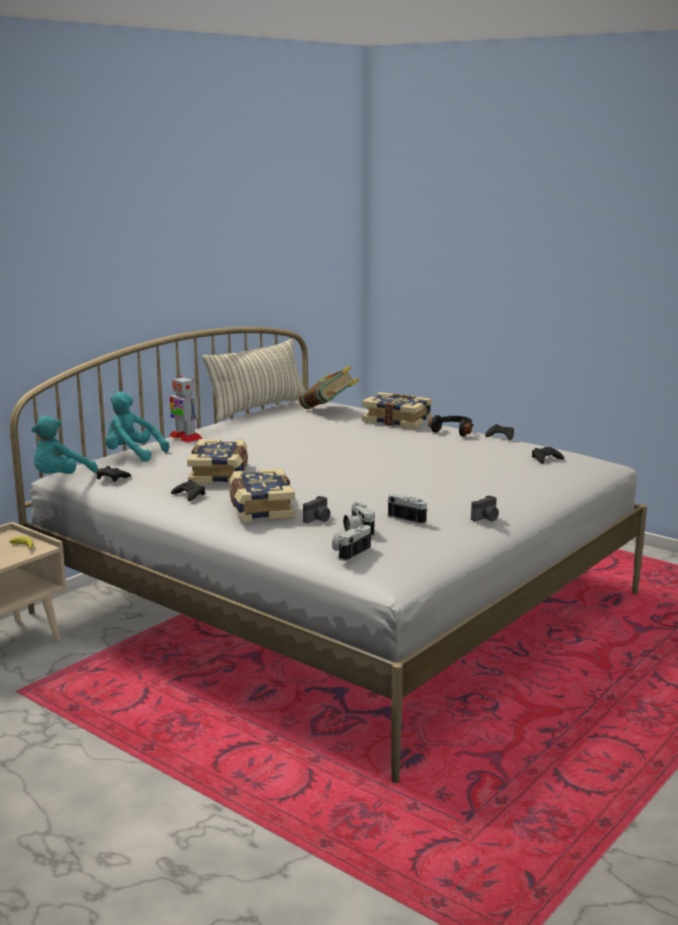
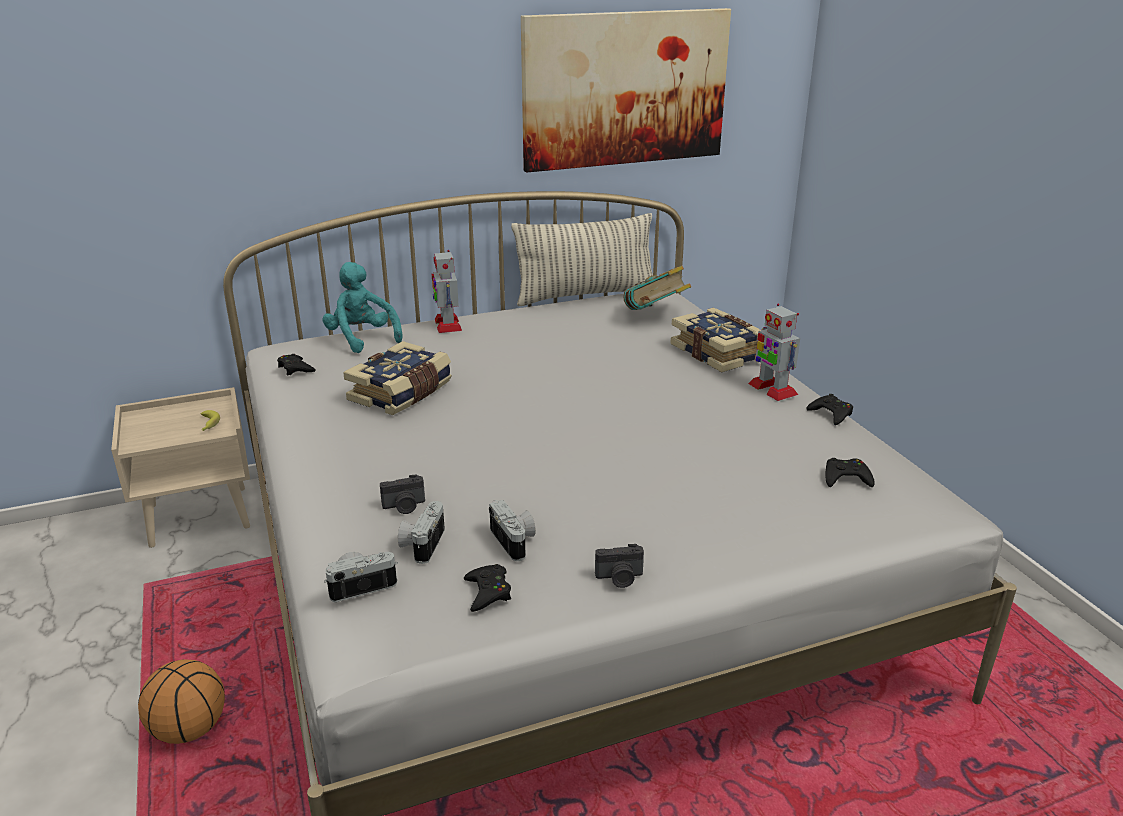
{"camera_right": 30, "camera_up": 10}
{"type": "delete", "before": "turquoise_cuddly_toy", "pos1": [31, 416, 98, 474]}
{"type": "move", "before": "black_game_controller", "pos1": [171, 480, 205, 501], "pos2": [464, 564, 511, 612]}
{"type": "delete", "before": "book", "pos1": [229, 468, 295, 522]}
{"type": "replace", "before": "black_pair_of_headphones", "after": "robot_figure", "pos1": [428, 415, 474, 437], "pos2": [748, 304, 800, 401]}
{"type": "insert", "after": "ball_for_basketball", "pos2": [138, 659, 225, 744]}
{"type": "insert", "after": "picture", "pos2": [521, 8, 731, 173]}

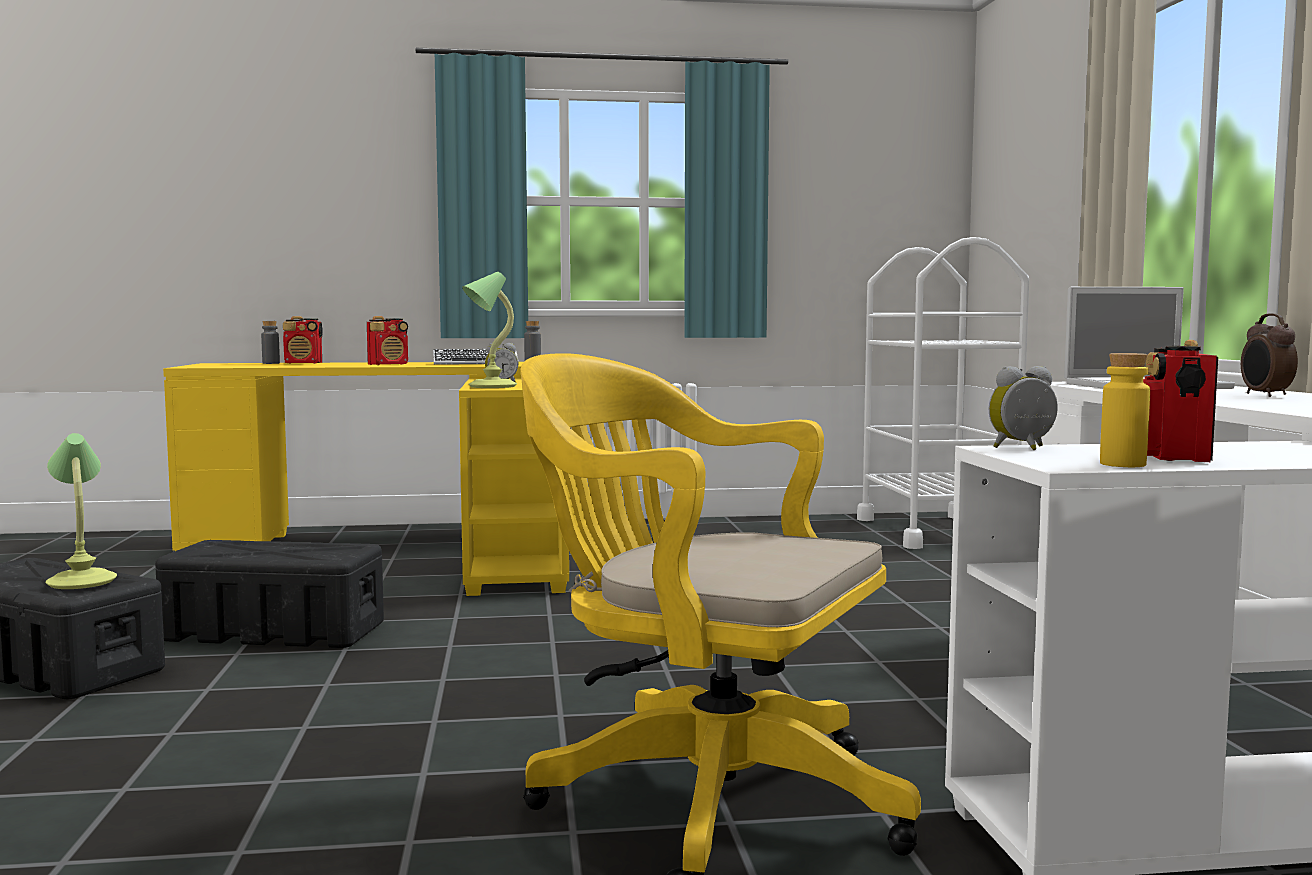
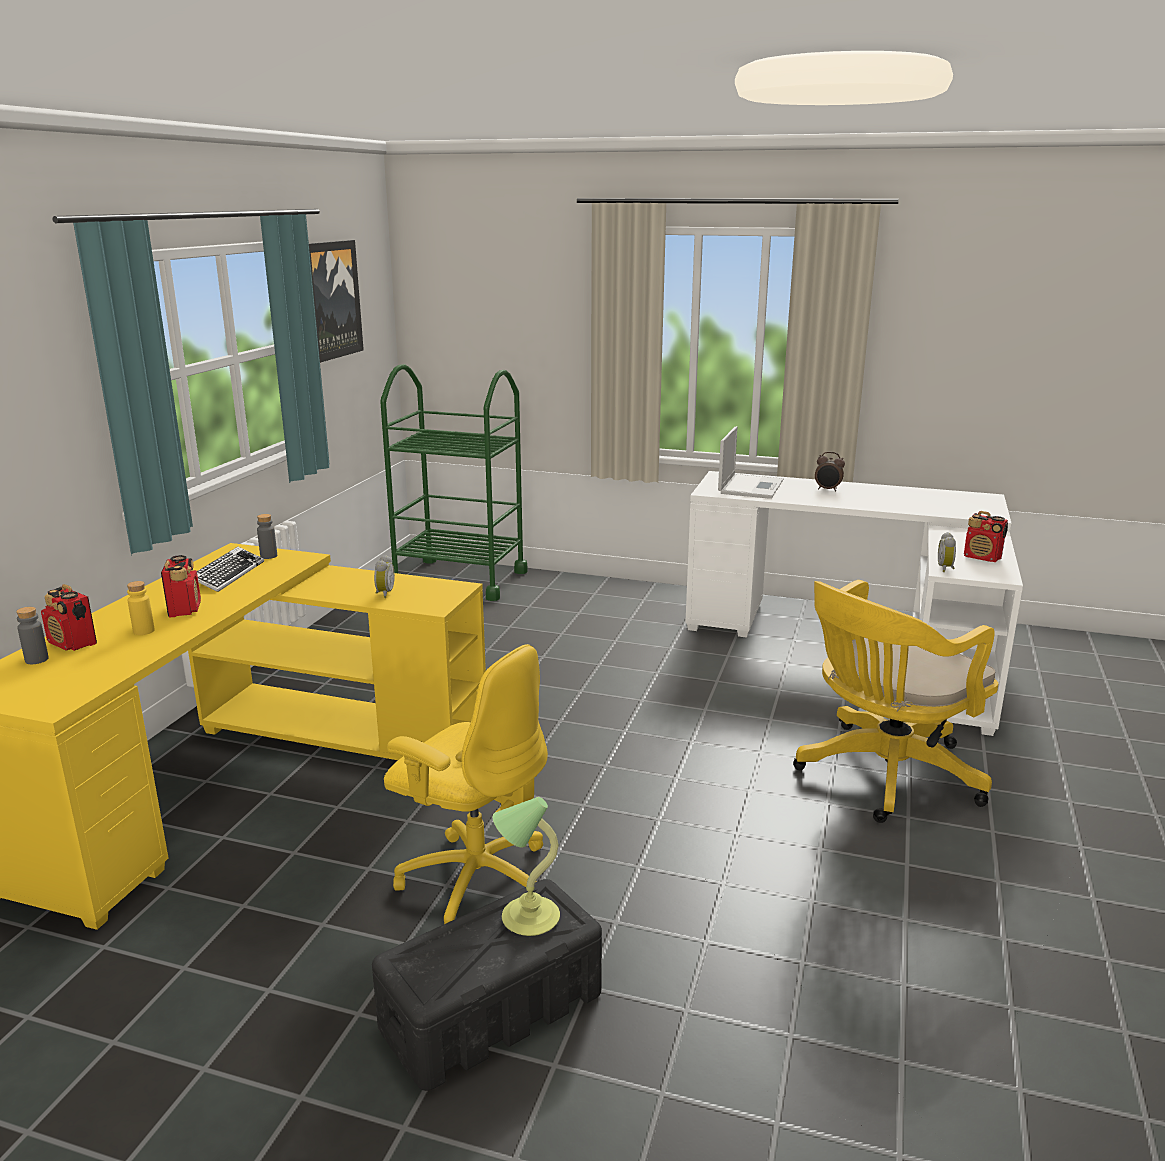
{"camera_right": -65, "camera_up": 15}
{"type": "replace", "before": "black_storage_container", "after": "yellowish_office_chair", "pos1": [155, 540, 384, 648], "pos2": [384, 644, 548, 924]}
{"type": "rotate", "before": "radio_set", "pos1": [283, 316, 323, 364], "pos2": [41, 584, 97, 651], "turn": 105}
{"type": "delete", "before": "lamp_for_a_table", "pos1": [462, 272, 517, 388]}
{"type": "recolor", "before": "whitish_trolley", "after": "green-coloured_trolley", "pos1": [857, 237, 1029, 549], "pos2": [380, 364, 527, 601]}
{"type": "move", "before": "yellowish_bottle", "pos1": [1100, 353, 1150, 467], "pos2": [127, 581, 155, 635]}
{"type": "insert", "after": "picture", "pos2": [309, 240, 364, 363]}

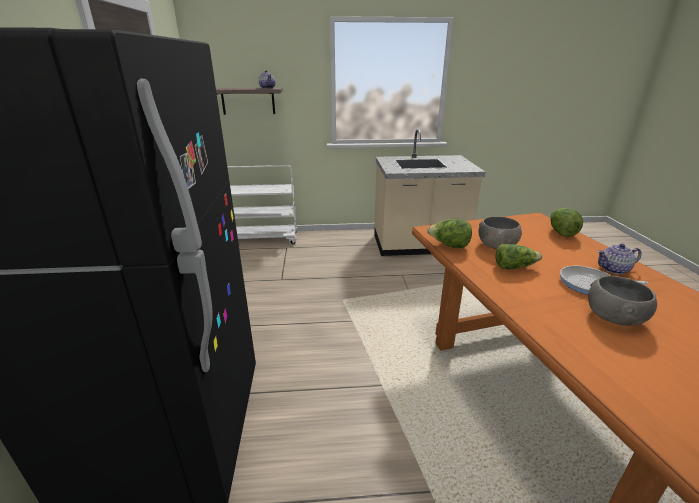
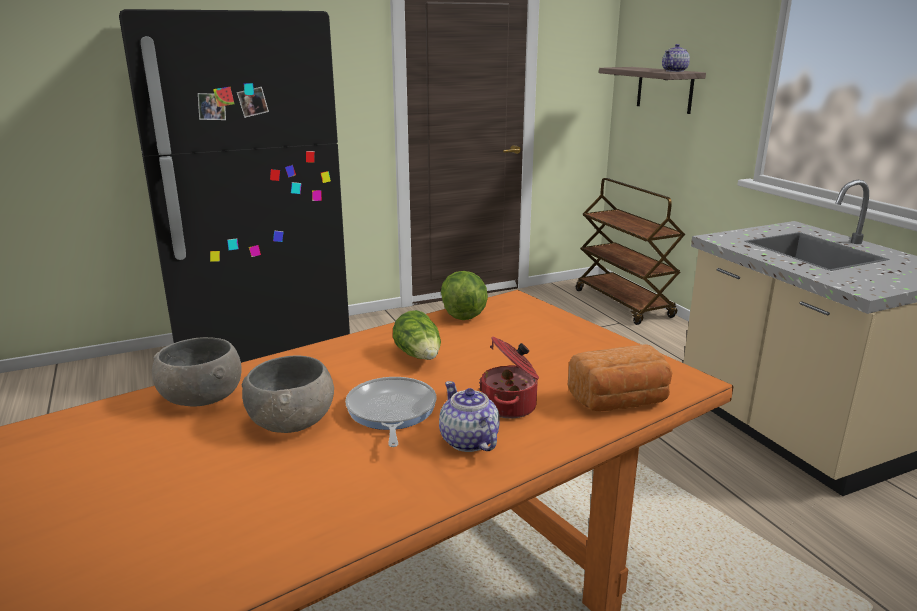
{"camera_right": 70, "camera_up": -5}
{"type": "recolor", "before": "whitish_trolley", "after": "brown_trolley", "pos1": [227, 165, 297, 244], "pos2": [576, 178, 685, 325]}
{"type": "move", "before": "greyish_deep_dish", "pos1": [478, 217, 522, 249], "pos2": [152, 337, 242, 406]}
{"type": "replace", "before": "lettuce_head", "after": "bread", "pos1": [550, 208, 583, 237], "pos2": [568, 344, 672, 411]}
{"type": "insert", "after": "saucepot", "pos2": [479, 337, 539, 419]}

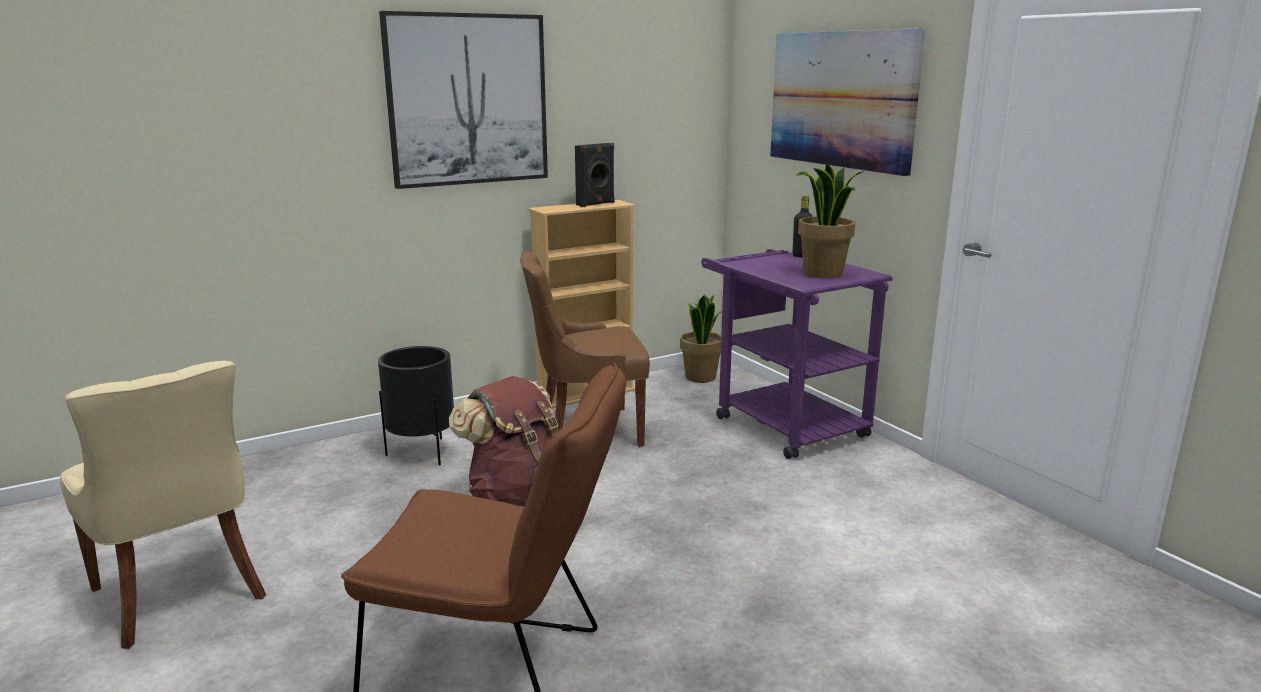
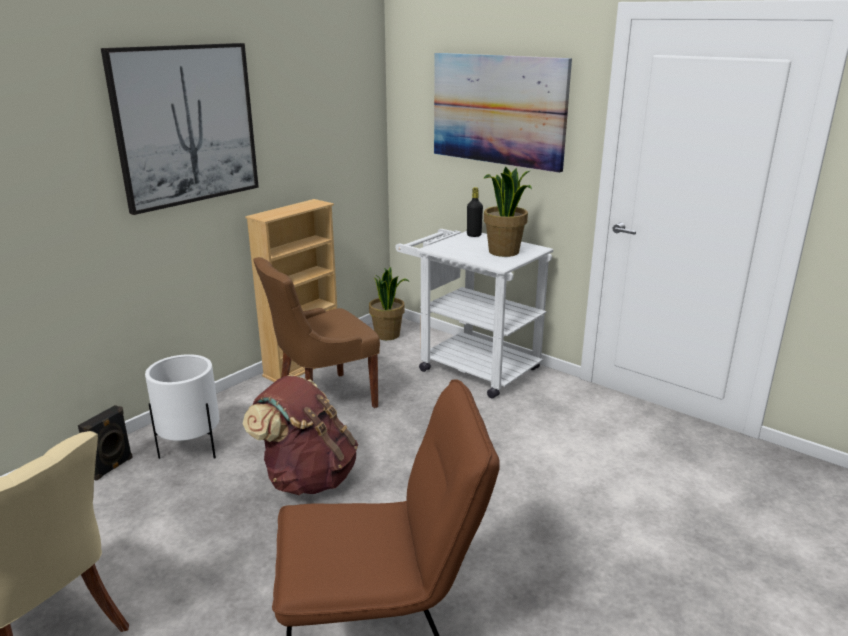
{"camera_right": -20, "camera_up": 5}
{"type": "recolor", "before": "black_flower_pot", "after": "whitish_flower_pot", "pos1": [378, 346, 454, 466], "pos2": [145, 354, 219, 459]}
{"type": "move", "before": "black_speaker", "pos1": [575, 143, 615, 207], "pos2": [78, 405, 133, 481]}
{"type": "recolor", "before": "purple_trolley", "after": "whitish_trolley", "pos1": [701, 249, 893, 459], "pos2": [395, 229, 553, 398]}

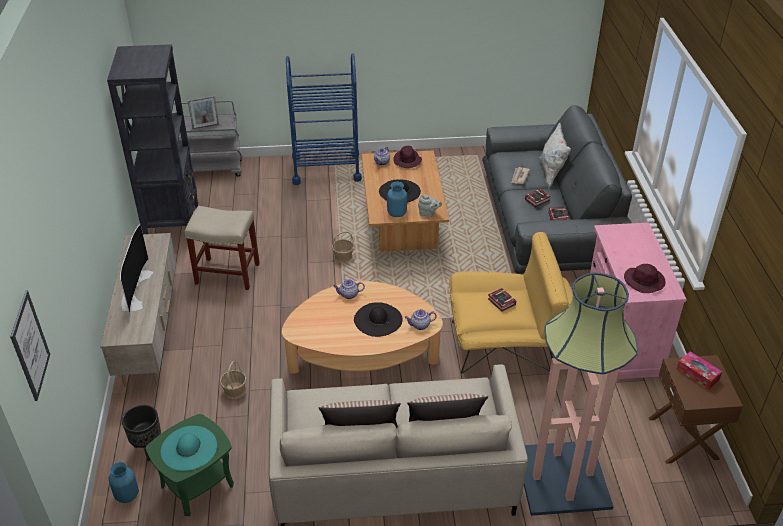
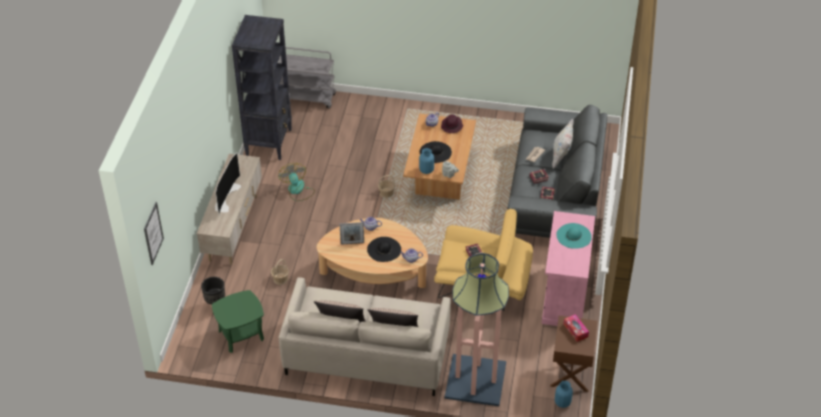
{"camera_right": 15, "camera_up": 5}
{"type": "move", "before": "blue_flower_vase", "pos1": [109, 462, 139, 503], "pos2": [555, 381, 573, 408]}
{"type": "move", "before": "turquoise_hat", "pos1": [160, 426, 217, 471], "pos2": [556, 223, 592, 249]}
{"type": "replace", "before": "beige-coloured_sitting_stool", "after": "fan", "pos1": [185, 206, 260, 290], "pos2": [278, 163, 315, 201]}
{"type": "move", "before": "photo_frame", "pos1": [188, 95, 219, 129], "pos2": [340, 222, 364, 245]}
{"type": "delete", "before": "blue_trolley", "pos1": [286, 53, 362, 185]}
{"type": "delete", "before": "purple_hat", "pos1": [624, 264, 666, 293]}

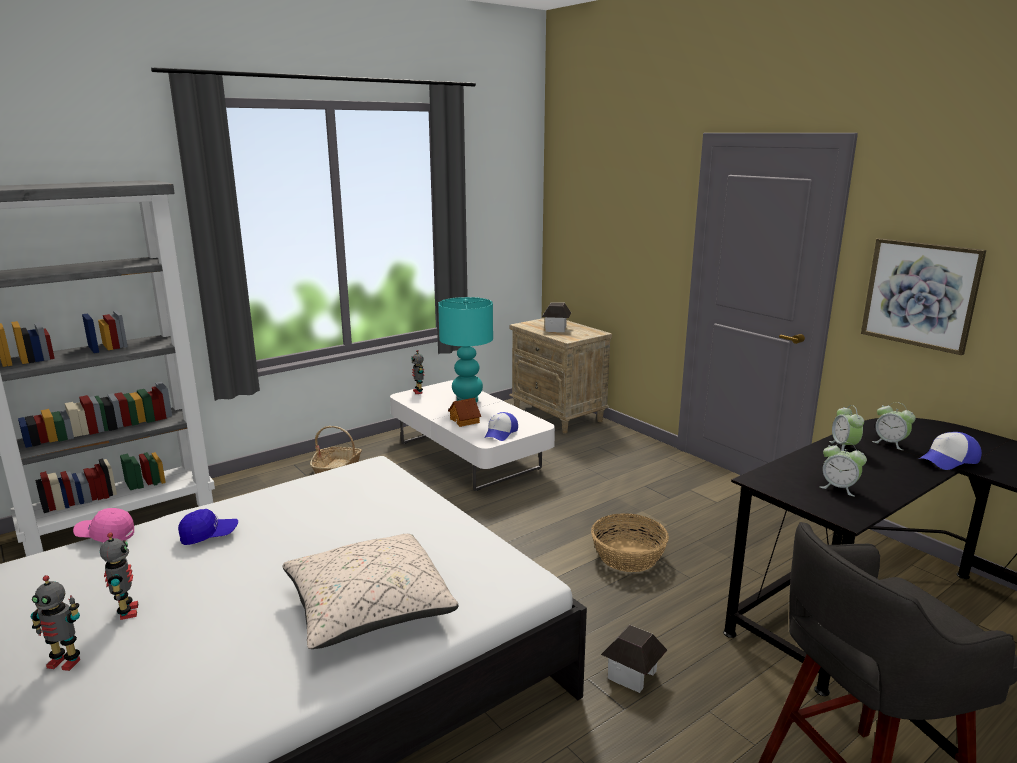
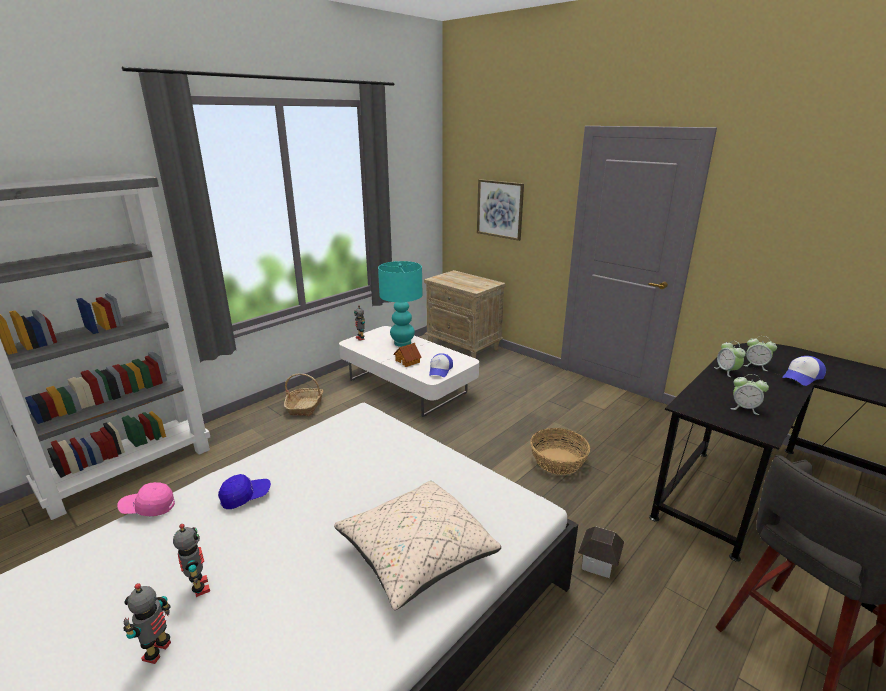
{"camera_right": -10, "camera_up": 5}
{"type": "rotate", "before": "robot_figure", "pos1": [31, 575, 80, 671], "pos2": [123, 583, 171, 664], "turn": 105}
{"type": "delete", "before": "toy_house", "pos1": [542, 302, 571, 332]}
{"type": "move", "before": "picture", "pos1": [861, 238, 986, 355], "pos2": [477, 179, 524, 241]}

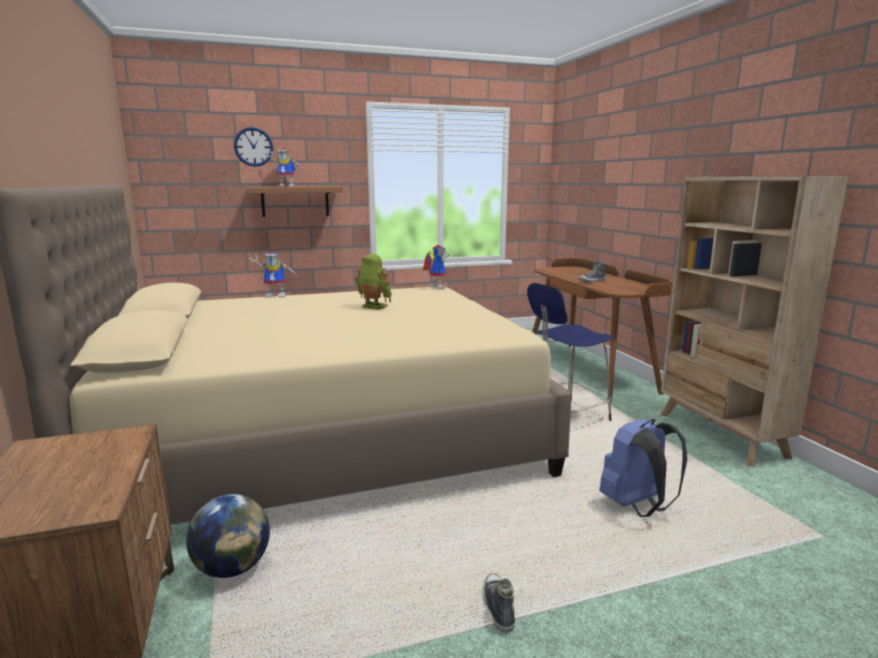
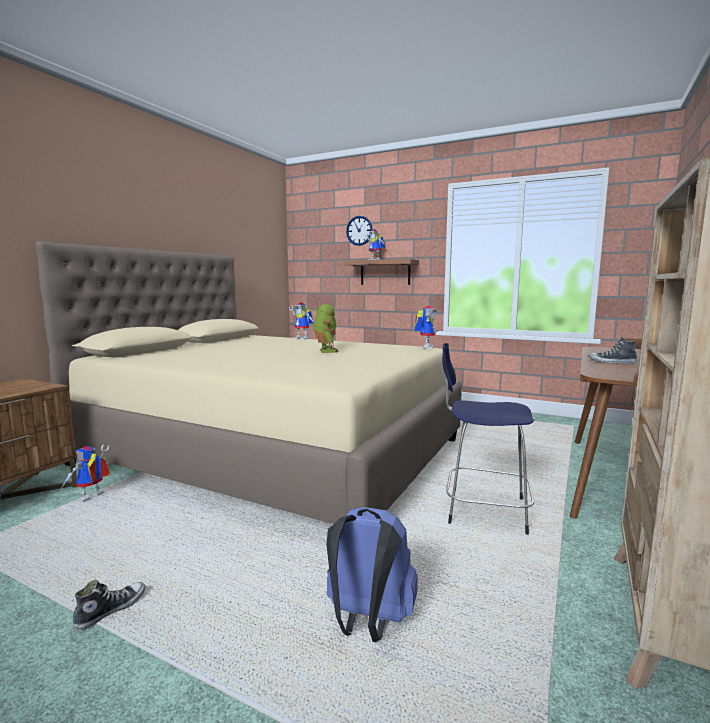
{"camera_right": 45, "camera_up": -5}
{"type": "replace", "before": "globe", "after": "robot_figure", "pos1": [186, 494, 270, 578], "pos2": [61, 445, 110, 502]}

